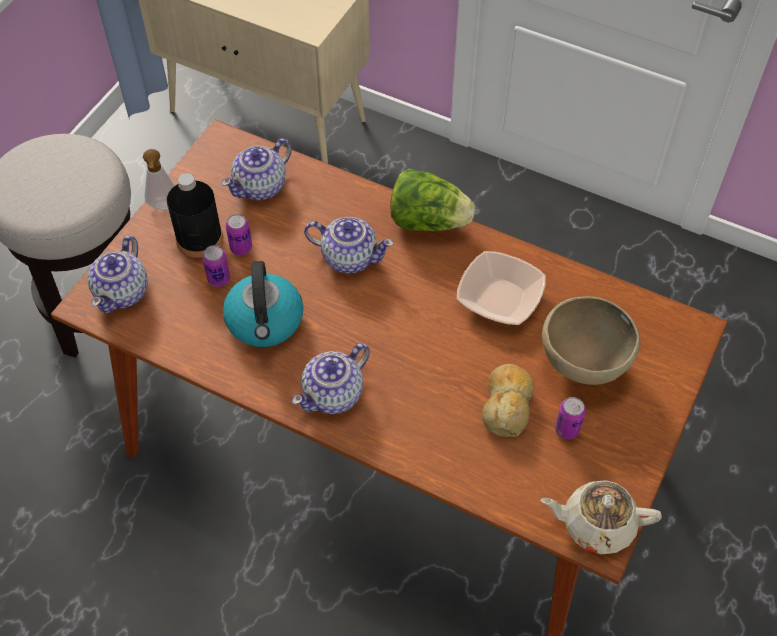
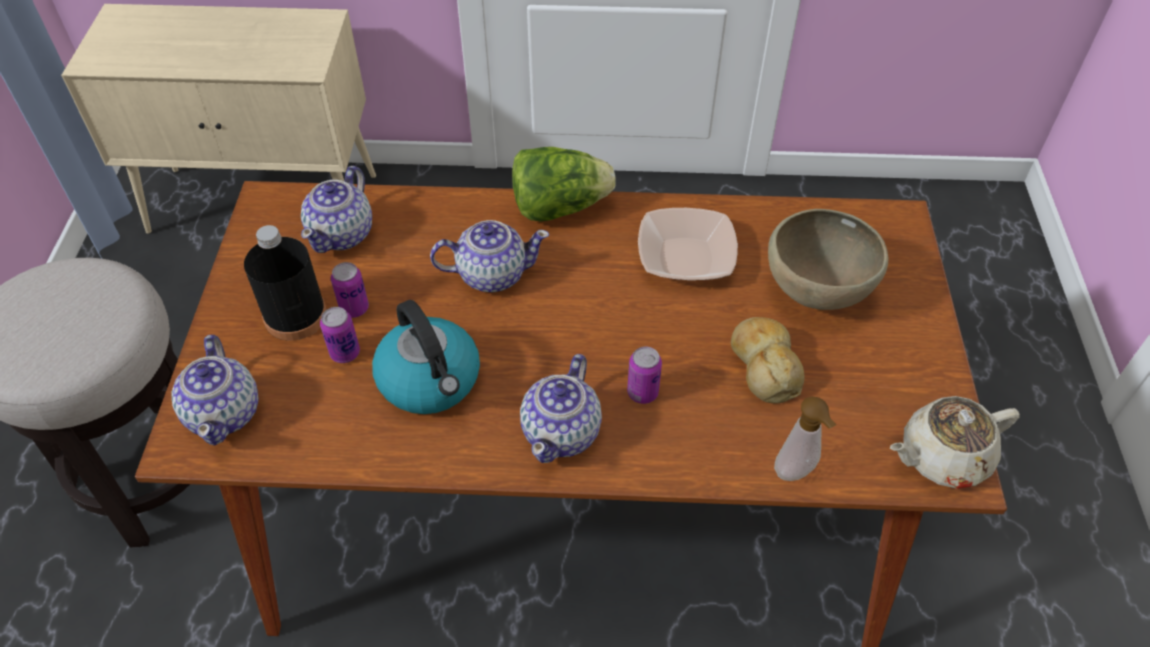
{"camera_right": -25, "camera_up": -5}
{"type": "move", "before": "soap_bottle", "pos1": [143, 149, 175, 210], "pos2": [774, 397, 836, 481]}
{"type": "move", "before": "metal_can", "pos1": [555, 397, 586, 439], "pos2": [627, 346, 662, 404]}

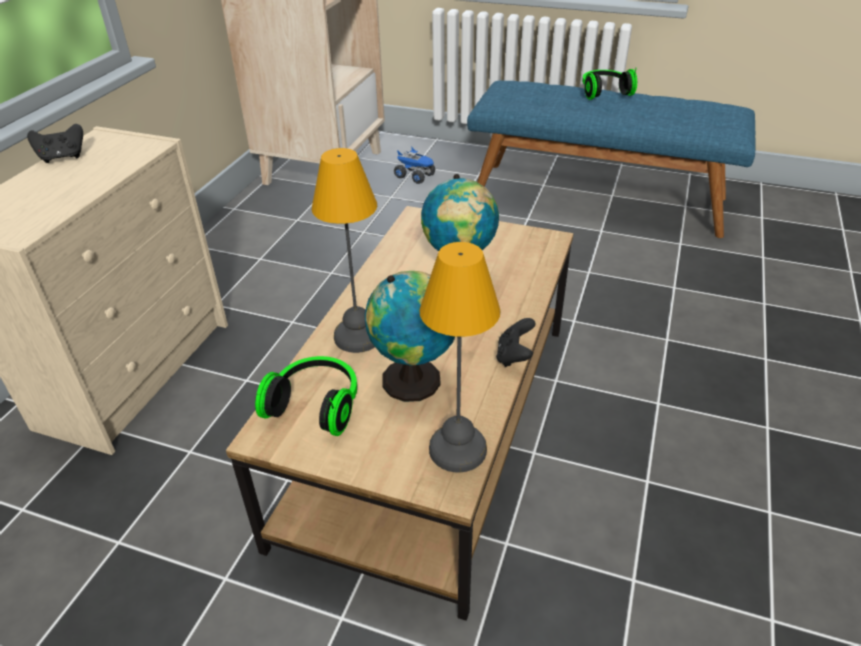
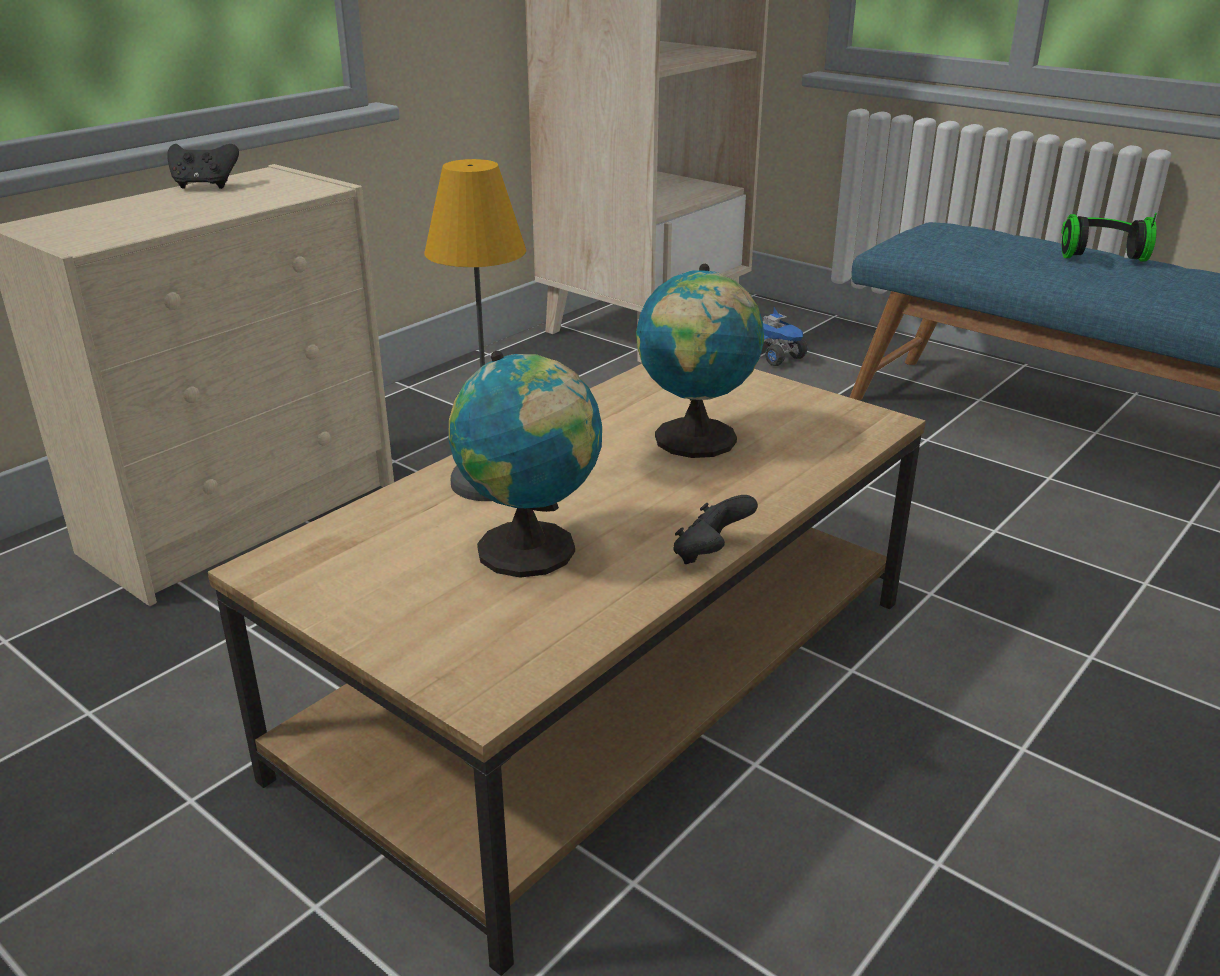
{"camera_right": 20, "camera_up": -10}
{"type": "delete", "before": "pair_of_headphones", "pos1": [255, 356, 357, 436]}
{"type": "delete", "before": "lamp_for_a_table", "pos1": [419, 242, 501, 473]}

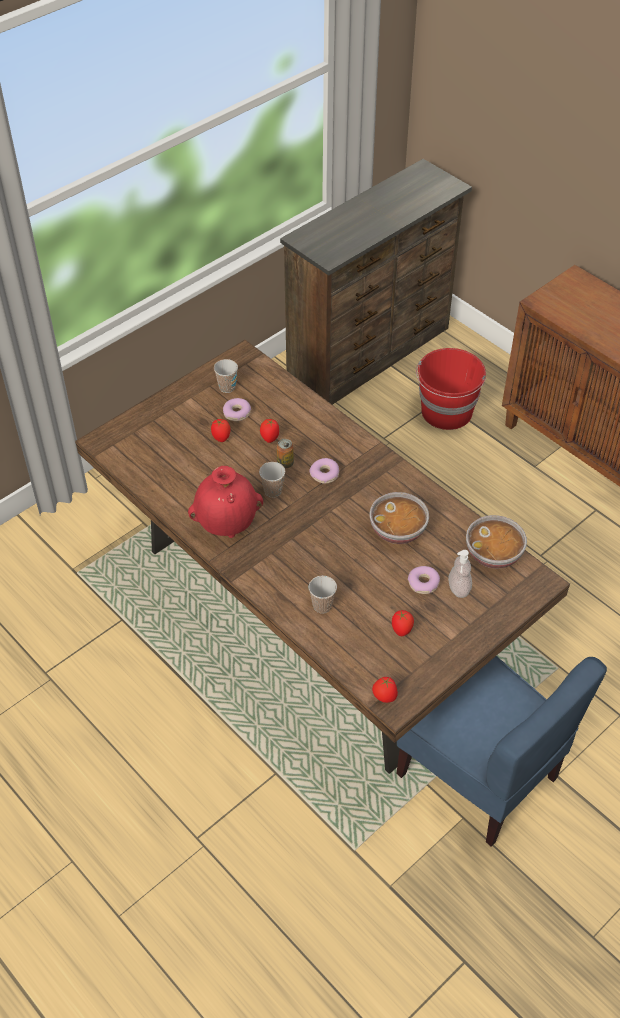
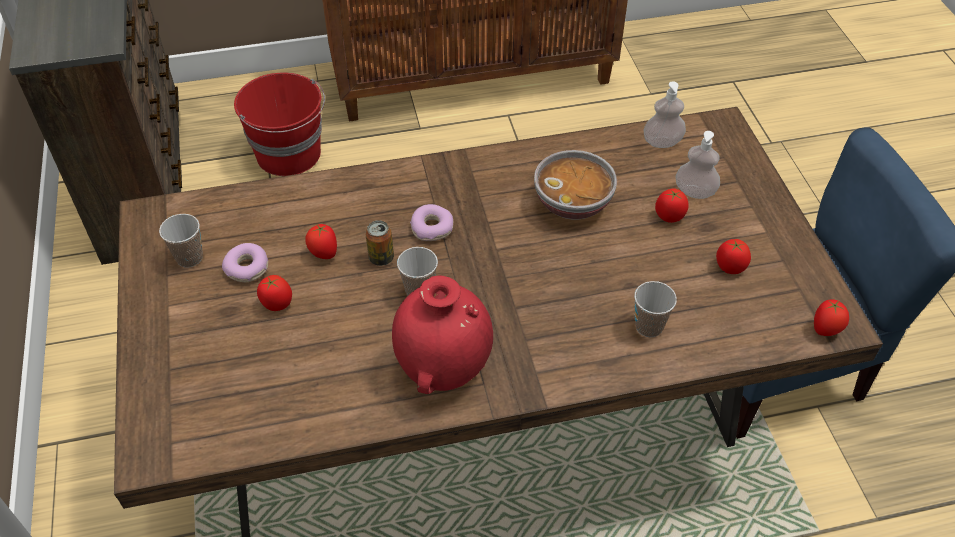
{"camera_right": -60, "camera_up": 0}
{"type": "replace", "before": "doughnut", "after": "fresh_tomato", "pos1": [408, 566, 440, 594], "pos2": [655, 188, 689, 223]}
{"type": "replace", "before": "deep_dish", "after": "soap_bottle", "pos1": [466, 515, 527, 568], "pos2": [643, 81, 686, 148]}

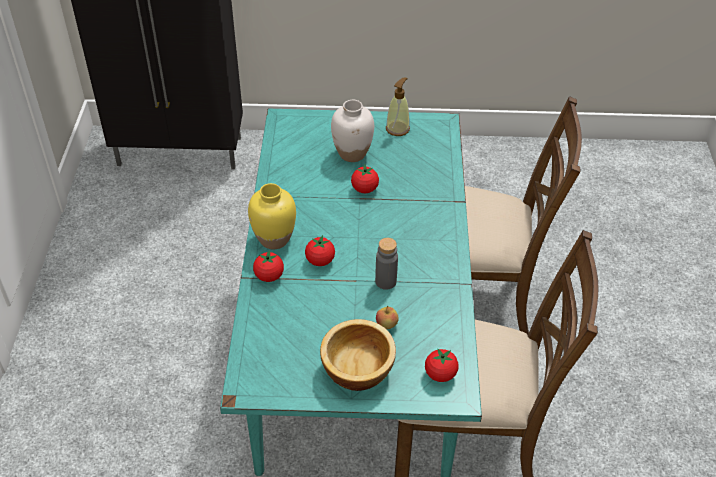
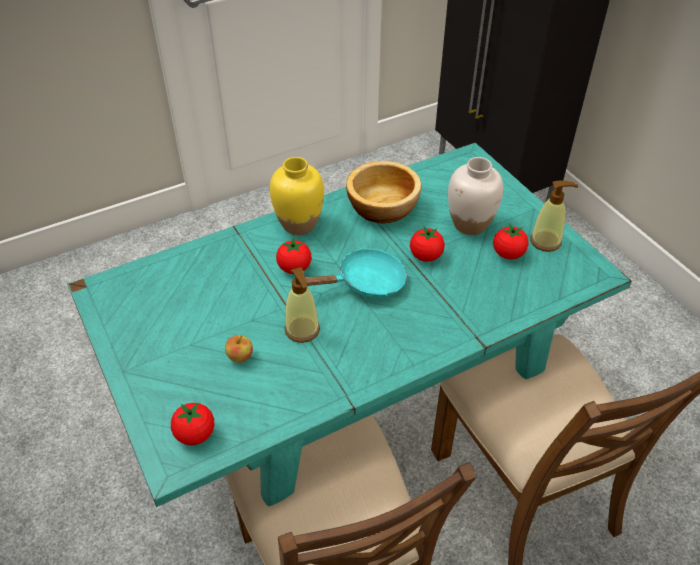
{"camera_right": 60, "camera_up": 0}
{"type": "move", "before": "fresh_tomato", "pos1": [253, 250, 284, 282], "pos2": [493, 224, 529, 259]}
{"type": "move", "before": "deep_dish", "pos1": [320, 319, 396, 391], "pos2": [346, 161, 421, 223]}
{"type": "replace", "before": "greyish_bottle", "after": "soap_bottle", "pos1": [375, 238, 398, 290], "pos2": [284, 267, 320, 343]}
{"type": "insert", "after": "turquoise_frying_pan", "pos2": [305, 248, 407, 298]}

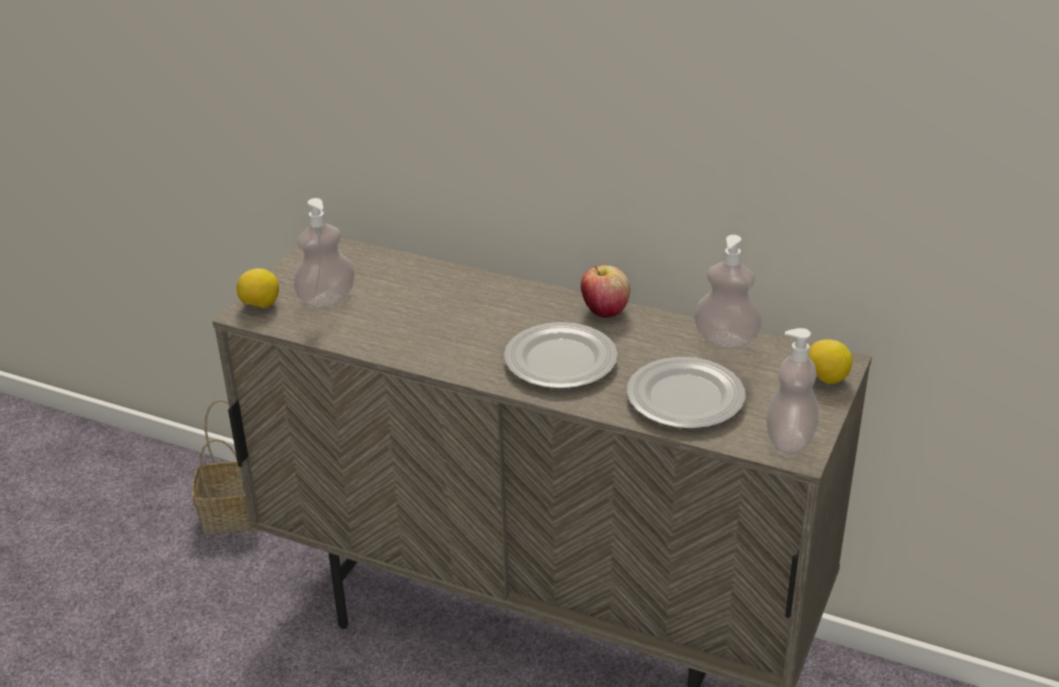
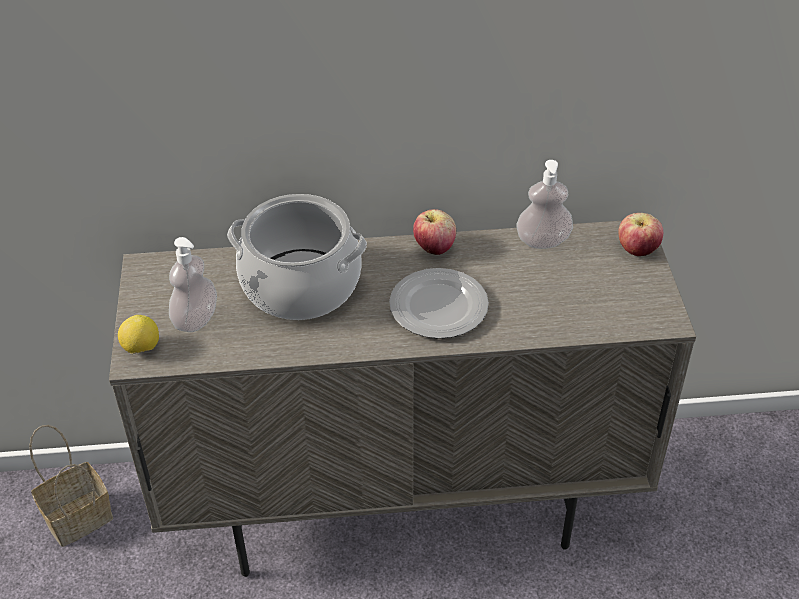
{"camera_right": -30, "camera_up": 10}
{"type": "delete", "before": "plate", "pos1": [627, 357, 746, 429]}
{"type": "delete", "before": "soap_bottle", "pos1": [766, 328, 819, 454]}
{"type": "replace", "before": "citrus_fruit", "after": "apple", "pos1": [809, 339, 853, 385], "pos2": [618, 213, 663, 256]}
{"type": "insert", "after": "saucepot", "pos2": [227, 194, 367, 320]}

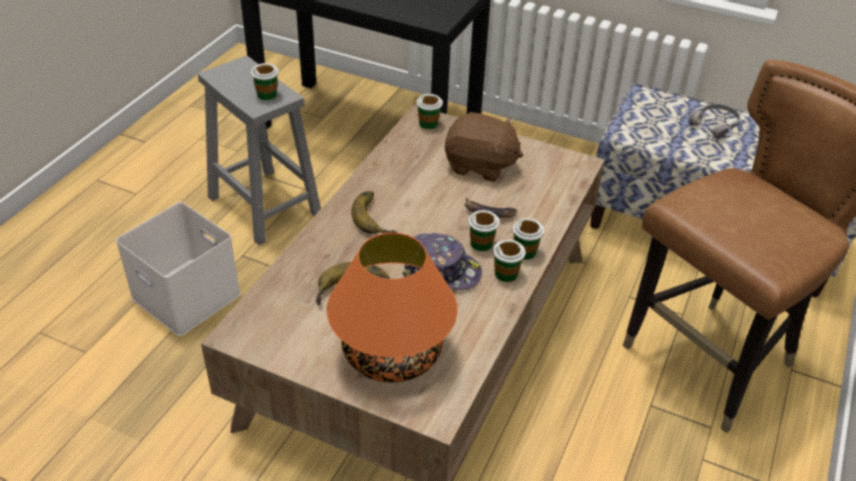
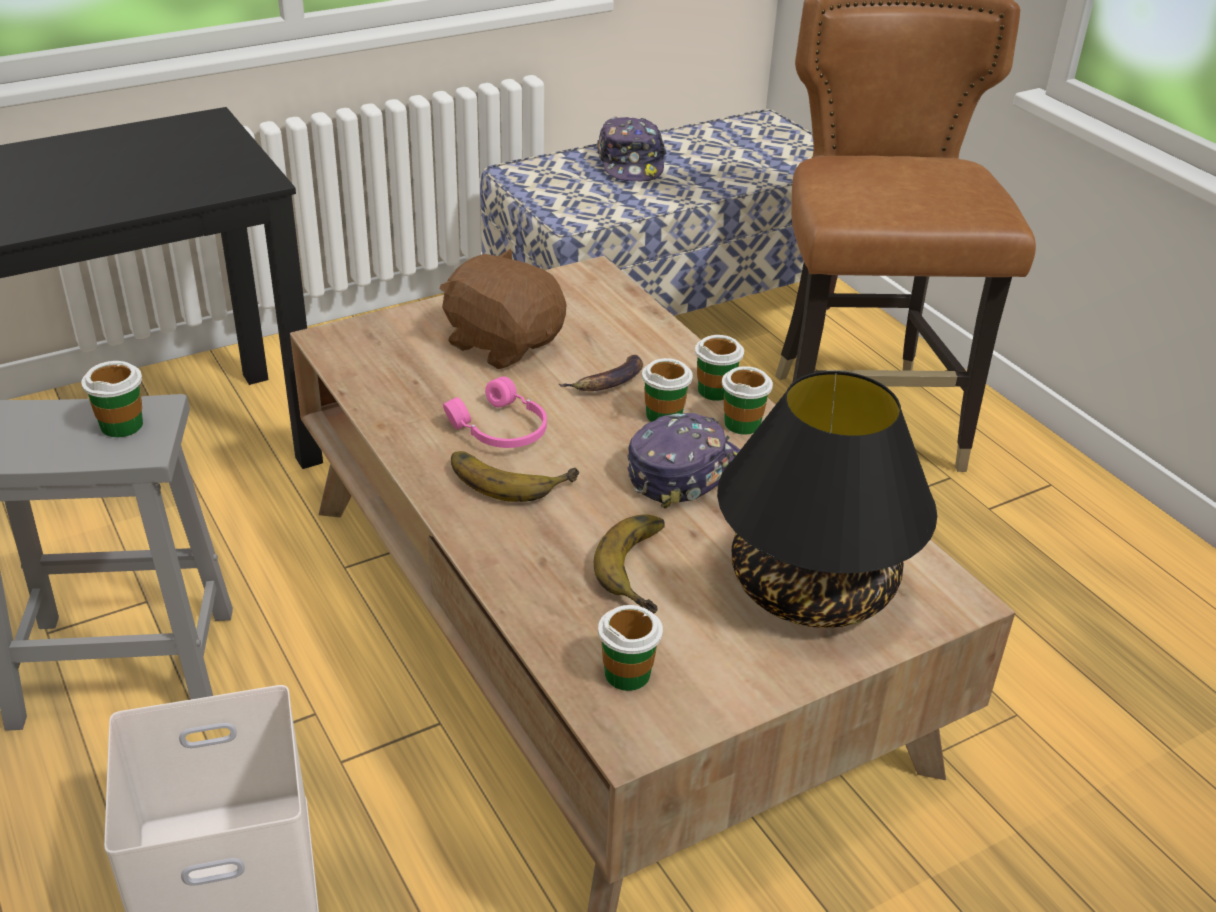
{"camera_right": -55, "camera_up": -5}
{"type": "recolor", "before": "orangey_lamp_for_a_table", "after": "black_lamp_for_a_table", "pos1": [326, 233, 457, 383], "pos2": [717, 371, 937, 628]}
{"type": "move", "before": "cup", "pos1": [416, 94, 443, 129], "pos2": [598, 605, 663, 691]}
{"type": "rotate", "before": "brown_cuddly_toy", "pos1": [445, 112, 523, 182], "pos2": [439, 248, 566, 369], "turn": -105}
{"type": "replace", "before": "greyish_pair_of_headphones", "after": "cap", "pos1": [689, 104, 741, 139], "pos2": [597, 116, 667, 182]}
{"type": "insert", "after": "pinkish_pair_of_headphones", "pos2": [443, 376, 547, 448]}

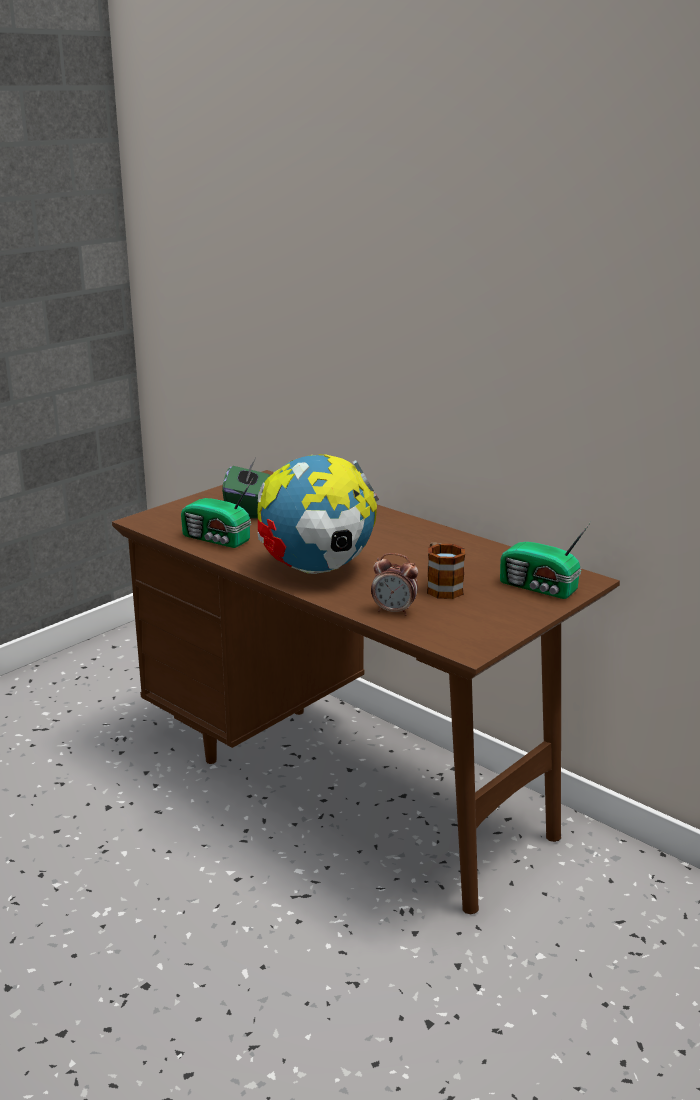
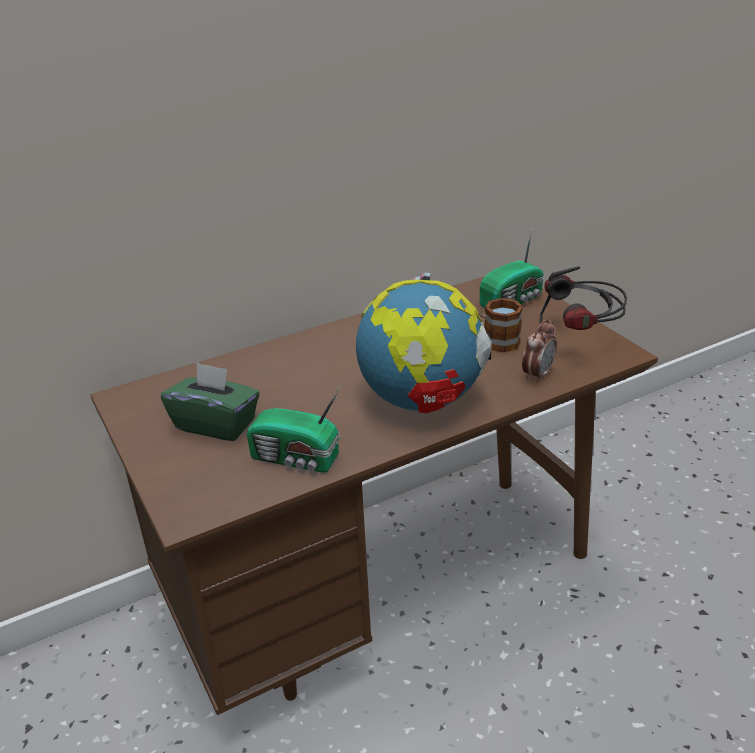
{"camera_right": -70, "camera_up": 10}
{"type": "rotate", "before": "radio_set", "pos1": [181, 477, 254, 548], "pos2": [247, 385, 342, 473], "turn": 60}
{"type": "insert", "after": "pair_of_headphones", "pos2": [539, 266, 627, 332]}

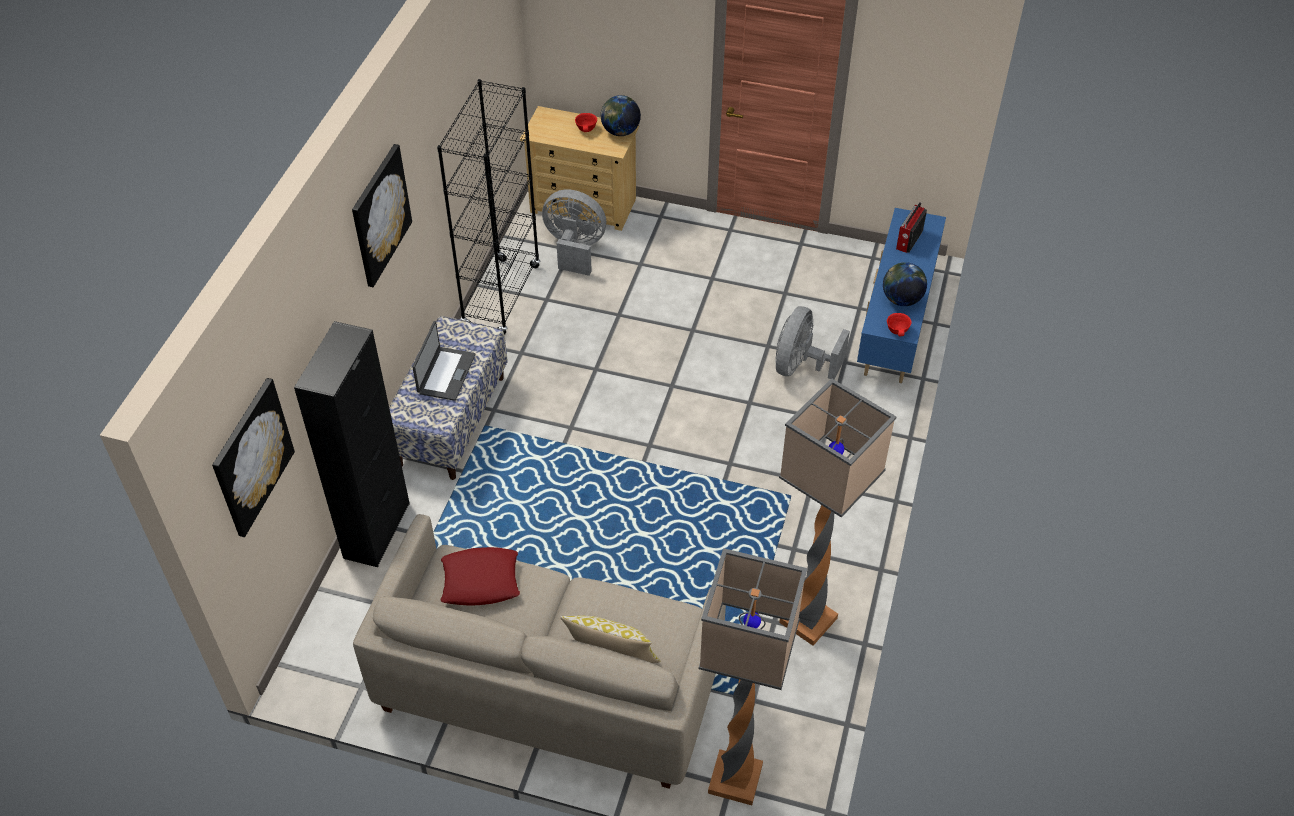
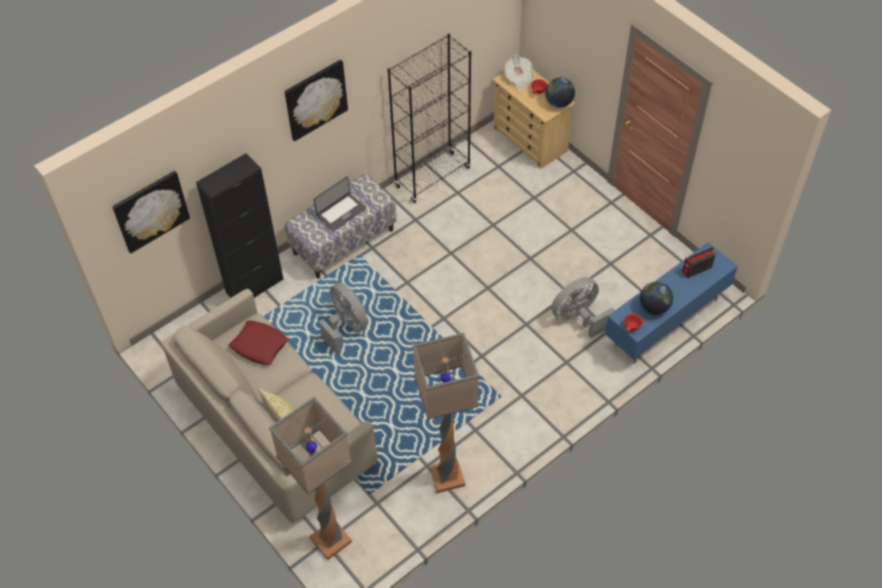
{"camera_right": 35, "camera_up": 5}
{"type": "move", "before": "greyish_fan", "pos1": [542, 190, 606, 276], "pos2": [319, 283, 368, 354]}
{"type": "insert", "after": "printed_paper", "pos2": [505, 55, 534, 90]}

